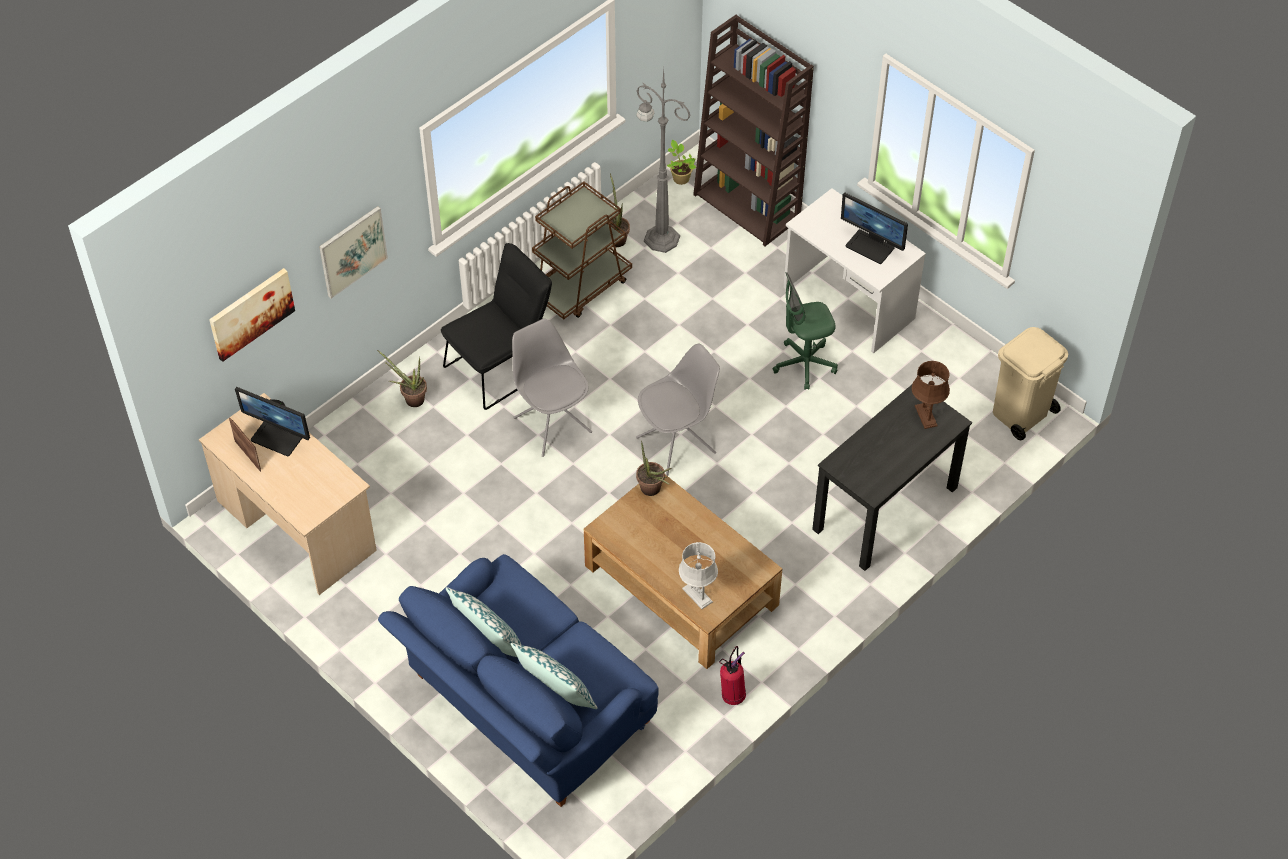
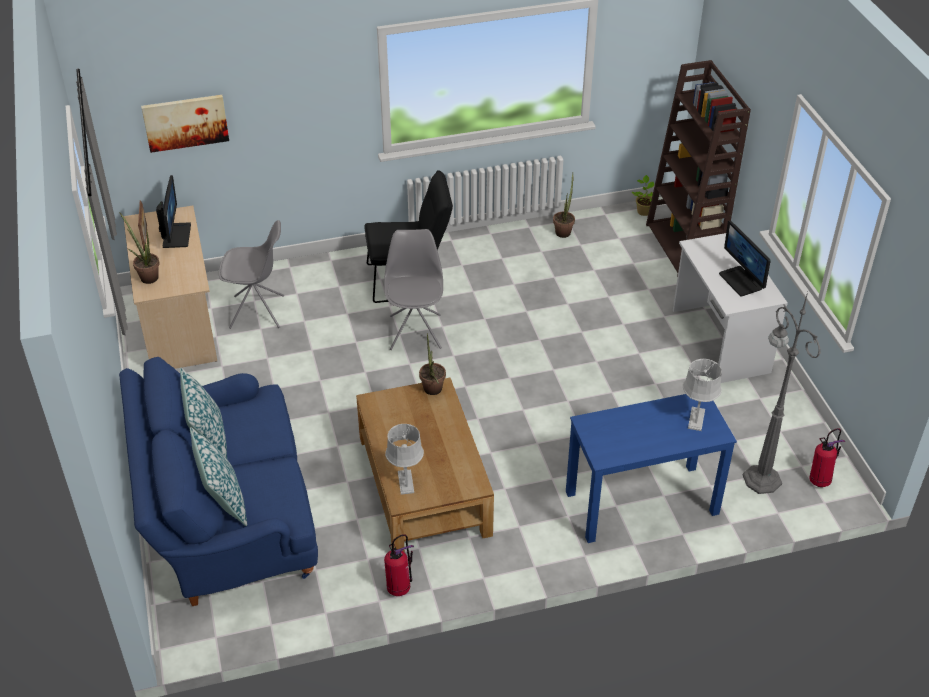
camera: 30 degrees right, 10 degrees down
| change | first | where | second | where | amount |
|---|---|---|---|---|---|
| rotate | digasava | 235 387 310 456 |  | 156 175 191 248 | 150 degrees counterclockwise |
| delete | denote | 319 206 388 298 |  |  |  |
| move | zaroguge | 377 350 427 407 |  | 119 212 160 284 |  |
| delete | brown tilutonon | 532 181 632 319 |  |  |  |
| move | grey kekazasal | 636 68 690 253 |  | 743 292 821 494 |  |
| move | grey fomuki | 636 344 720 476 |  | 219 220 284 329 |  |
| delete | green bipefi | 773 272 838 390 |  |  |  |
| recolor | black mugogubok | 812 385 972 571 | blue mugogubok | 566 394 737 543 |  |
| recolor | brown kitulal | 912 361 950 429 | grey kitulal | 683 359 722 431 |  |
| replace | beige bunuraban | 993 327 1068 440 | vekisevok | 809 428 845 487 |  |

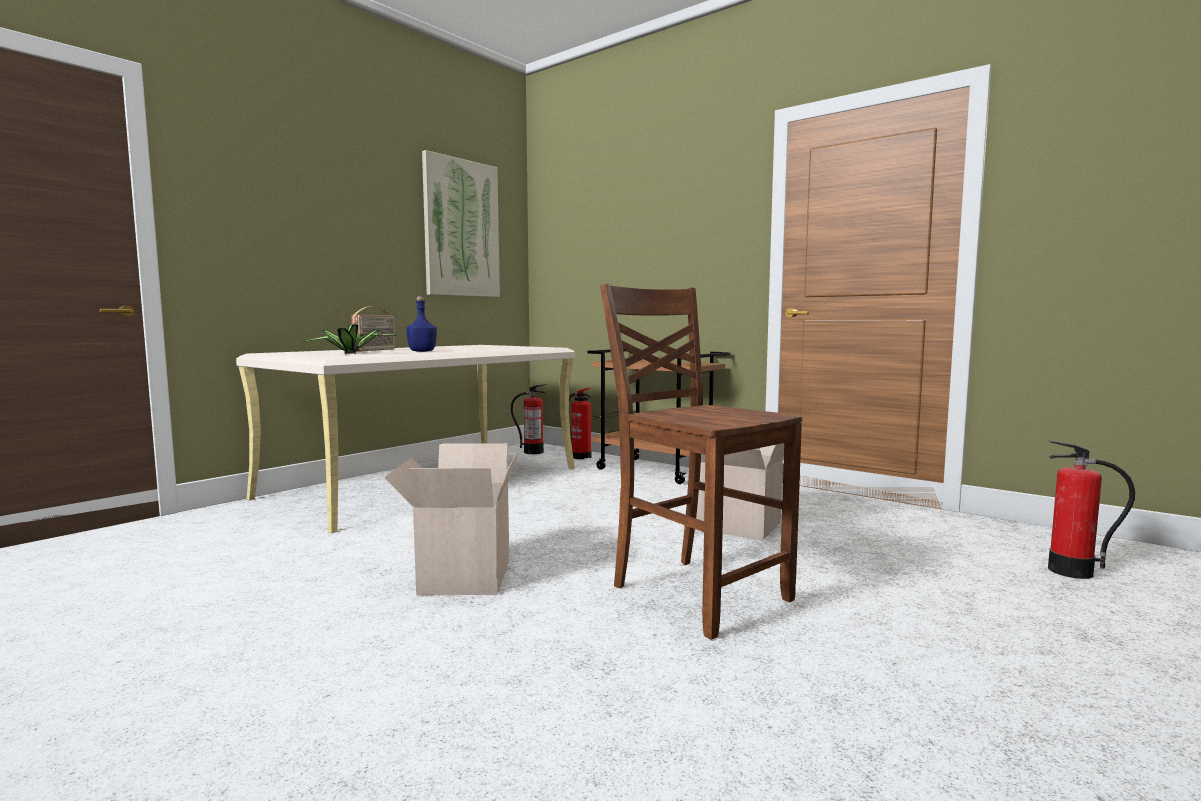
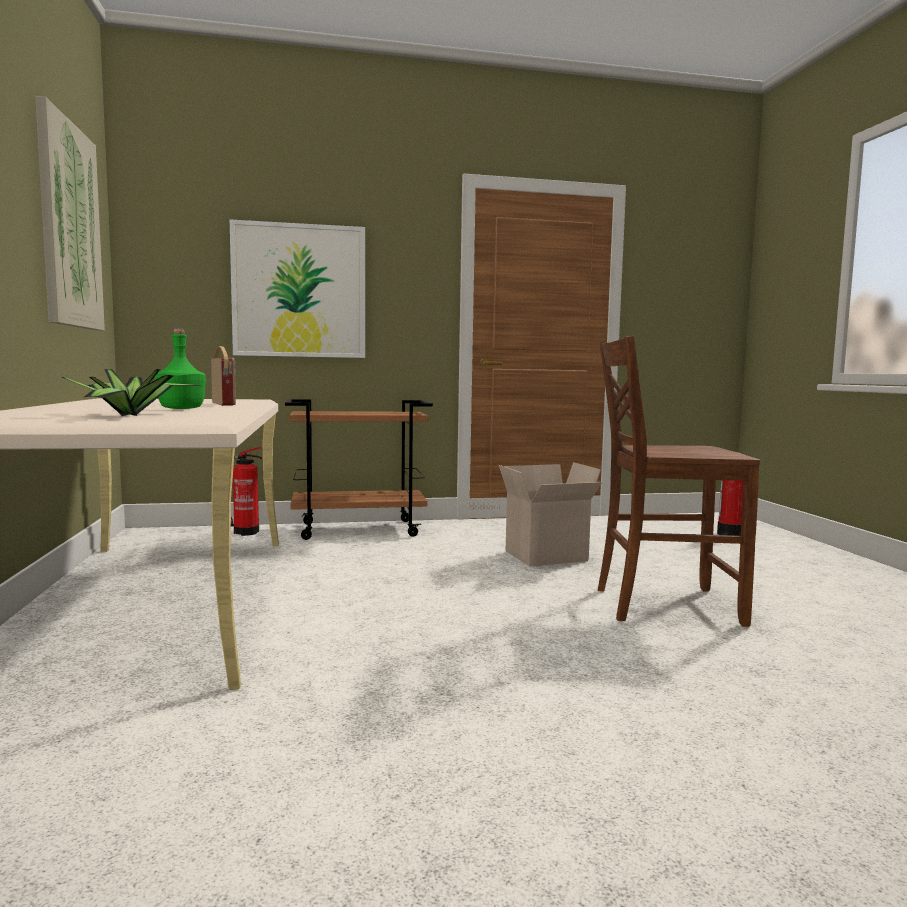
camera: 50 degrees left, 0 degrees up
| change | first | where | second | where | amount |
|---|---|---|---|---|---|
| move | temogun | 351 306 395 351 |  | 211 346 236 406 |  |
| delete | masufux | 384 443 519 595 |  |  |  |
| recolor | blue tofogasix | 406 296 437 352 | green tofogasix | 155 328 206 409 |  |
| delete | vekisevok | 511 384 547 454 |  |  |  |
| insert |  |  | denote | 230 220 365 358 |  |

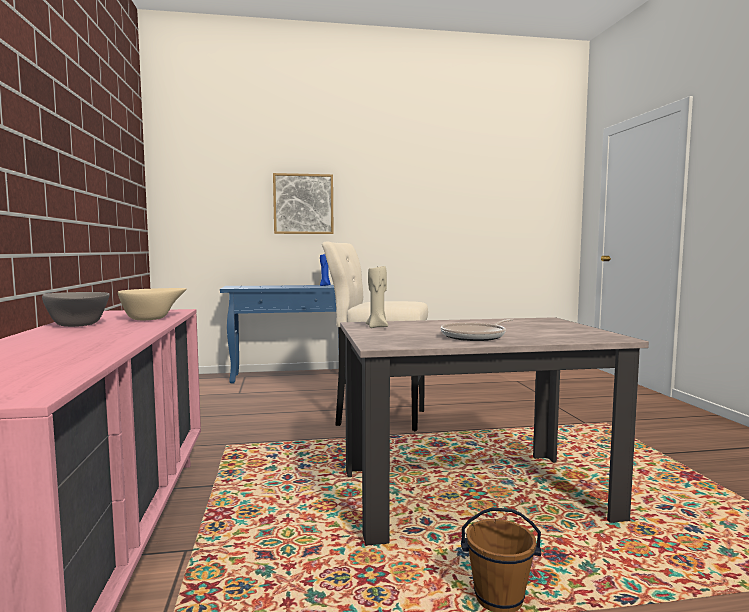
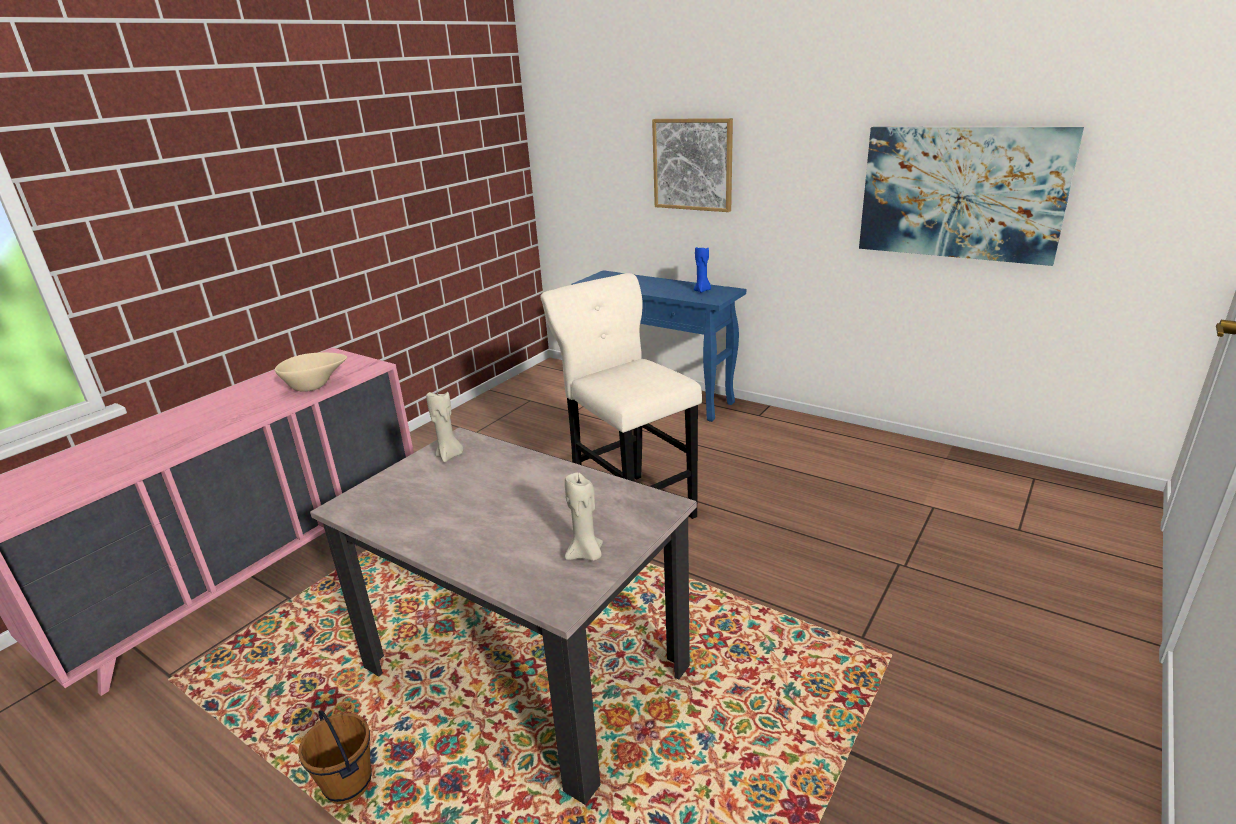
camera: 45 degrees right, 20 degrees up
| change | first | where | second | where | amount |
|---|---|---|---|---|---|
| delete | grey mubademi | 42 292 109 327 |  |  |  |
| delete | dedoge | 441 319 512 341 |  |  |  |
| insert |  |  | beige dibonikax | 565 472 603 561 |  |
| insert |  |  | denote | 859 127 1084 266 |  |

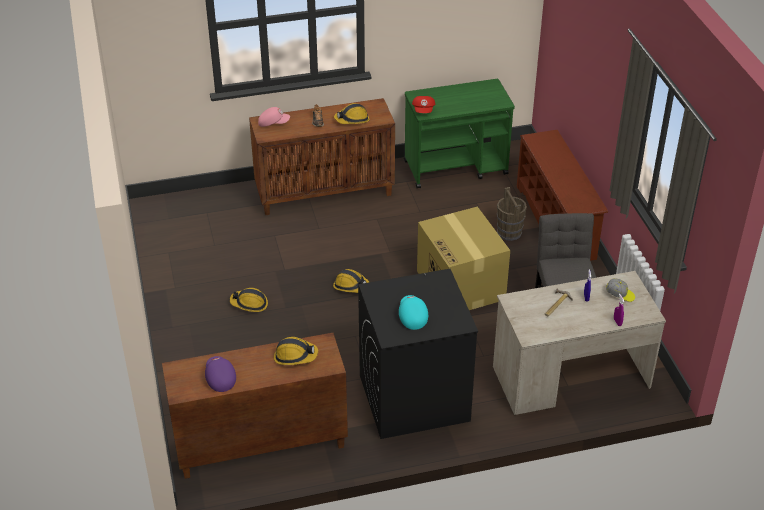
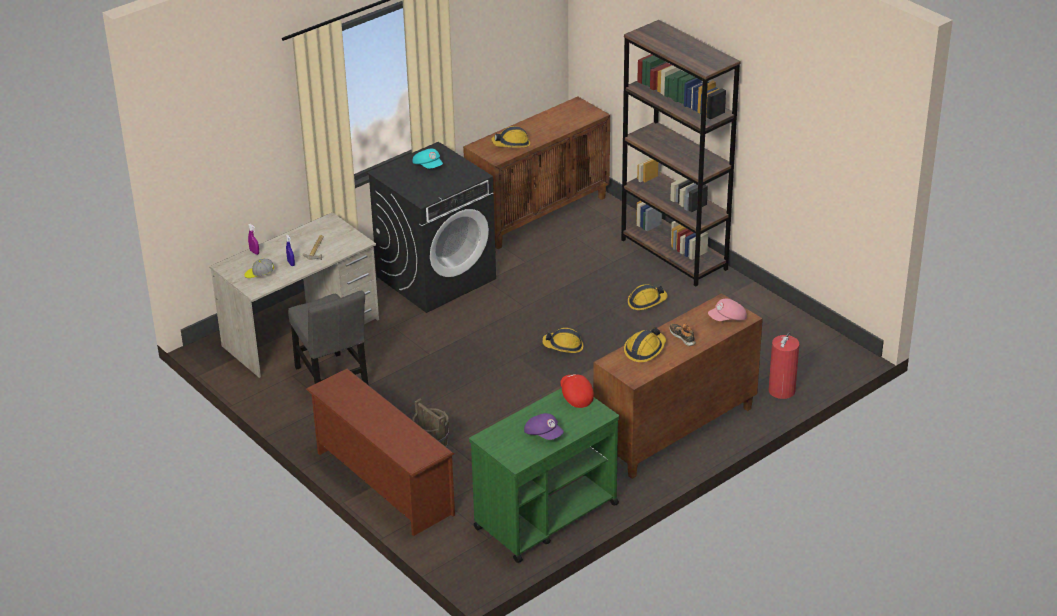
camera: 155 degrees right, 5 degrees down
| change | first | where | second | where | amount |
|---|---|---|---|---|---|
| move | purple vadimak | 205 356 236 392 |  | 524 413 564 440 |  |
| delete | masufux | 417 206 510 310 |  |  |  |
| insert |  |  | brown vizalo | 621 20 741 287 |  |
| insert |  |  | vekisevok | 769 332 799 399 |  |

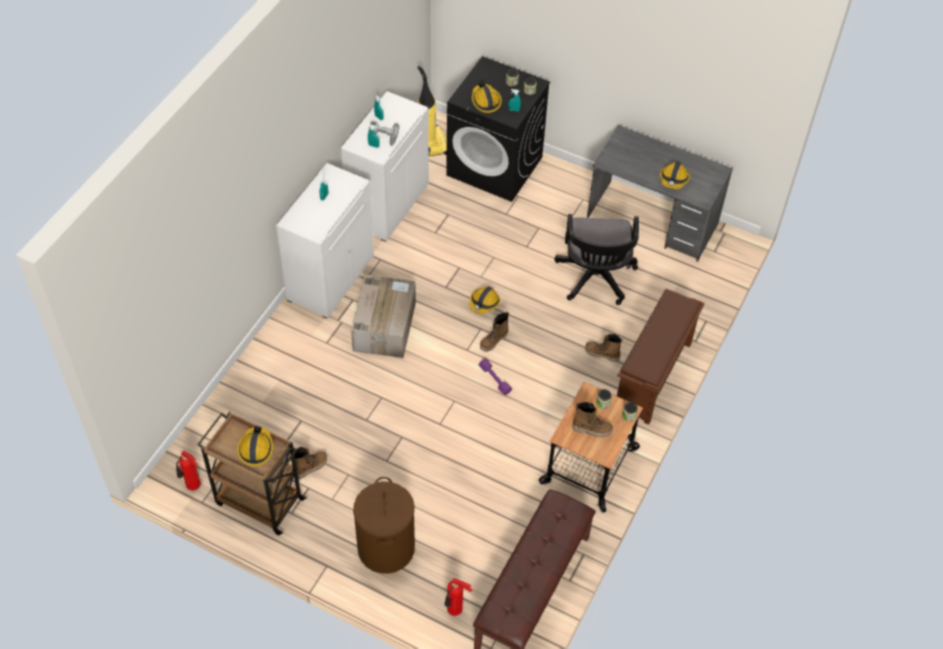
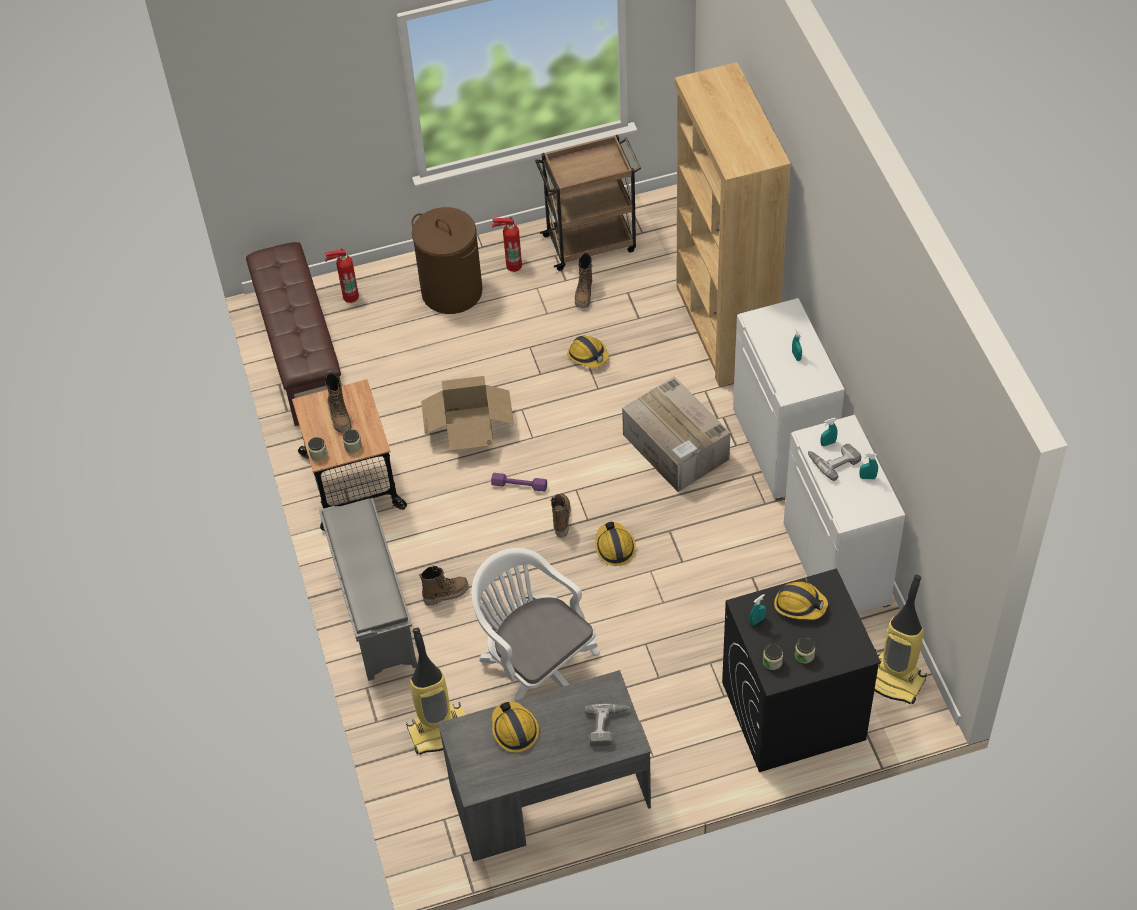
camera: 140 degrees right, 0 degrees up
| change | first | where | second | where | amount |
|---|---|---|---|---|---|
| move | vekisevok | 176 451 201 490 |  | 492 217 522 272 |  |
| move | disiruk | 237 426 273 466 |  | 567 335 609 368 |  |
| recolor | black bipefi | 554 214 639 305 | white bipefi | 472 548 600 701 |  |
| rotate | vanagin | 572 402 613 437 |  | 325 371 351 432 | 75 degrees counterclockwise |
| recolor | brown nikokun | 617 289 704 425 | grey nikokun | 319 498 417 681 |  |
| insert |  |  | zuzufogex | 406 627 465 755 |  |
| insert |  |  | masufux | 421 376 514 451 |  |
| insert |  |  | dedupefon | 585 704 630 746 |  |
| insert |  |  | brown vizalo | 675 62 791 387 |  |

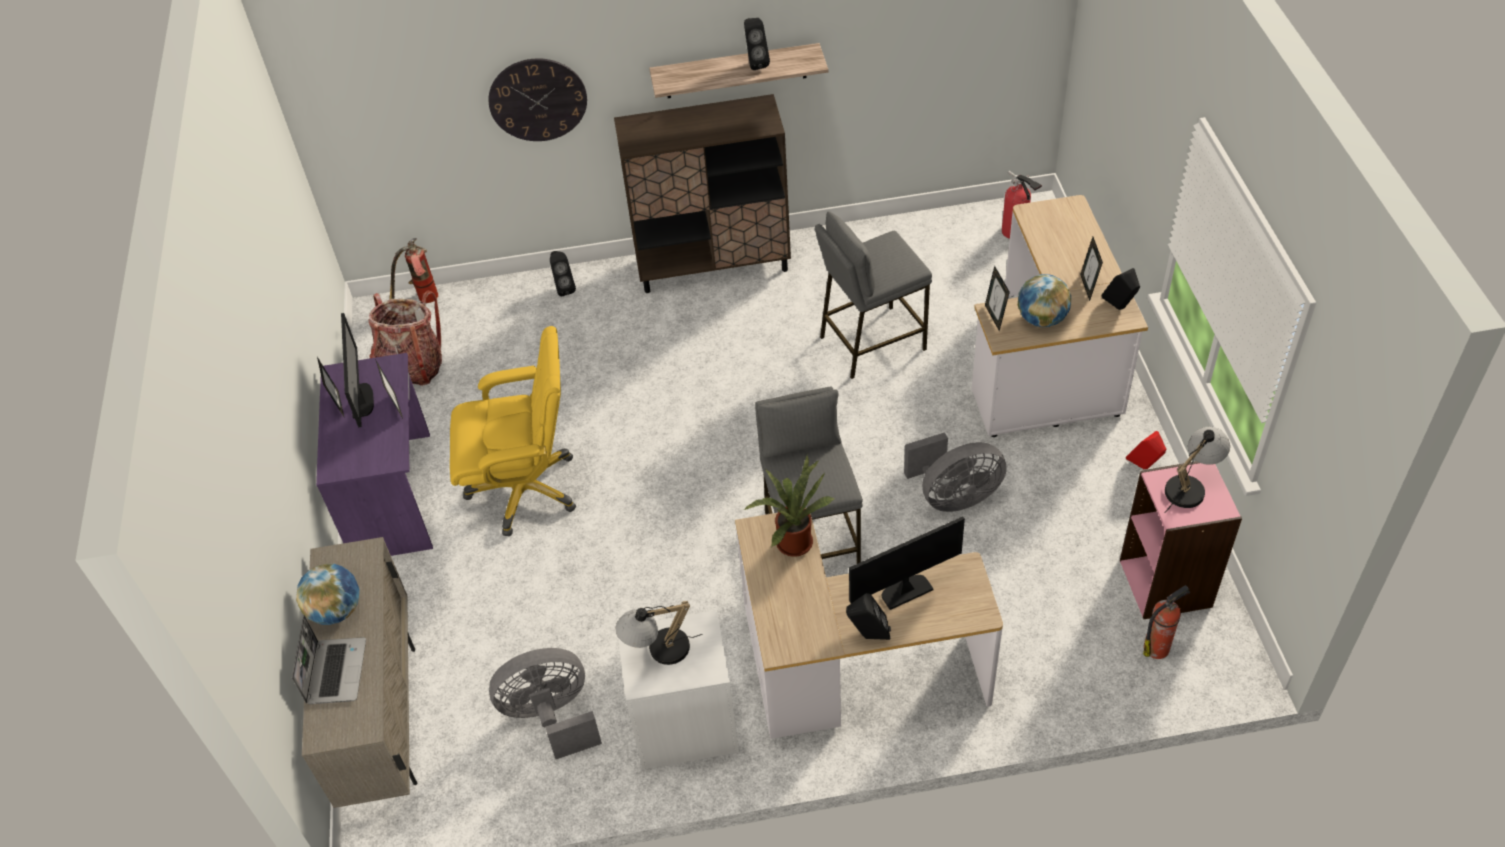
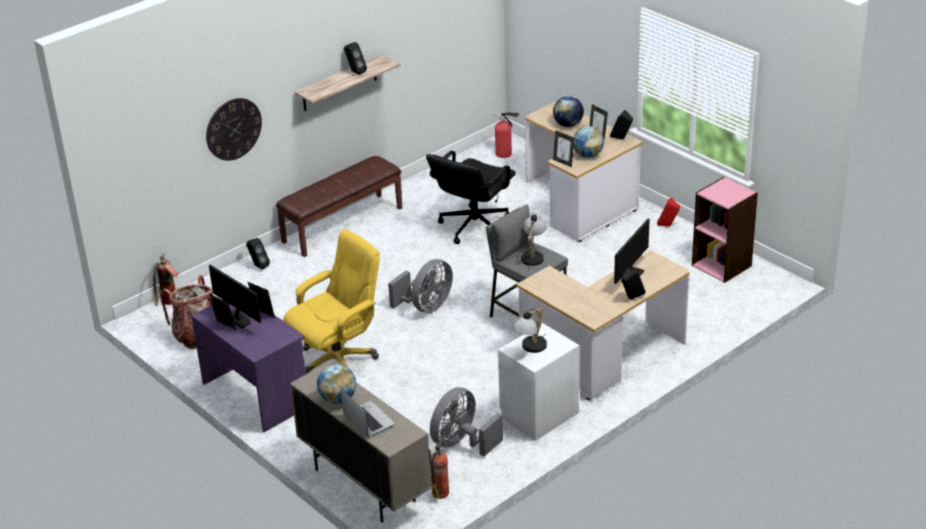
camera: 35 degrees left, 15 degrees down
| change | first | where | second | where | amount |
|---|---|---|---|---|---|
| replace | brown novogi | 614 94 791 293 | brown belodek | 276 156 402 257 |  |
| delete | zaroguge | 744 456 835 557 |  |  |  |
| replace | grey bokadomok | 815 212 932 379 | black bipefi | 426 151 516 244 |  |
| move | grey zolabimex | 904 432 1007 512 |  | 388 259 453 313 |  |
| move | vekisevok | 1143 585 1190 659 |  | 430 435 449 499 |  |
| move | kitulal | 1164 427 1230 513 |  | 521 215 547 269 |  |
| insert |  |  | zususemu | 553 96 584 127 |  |

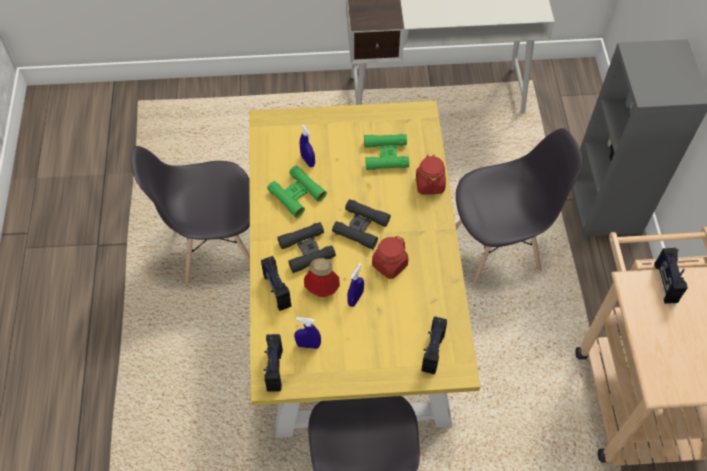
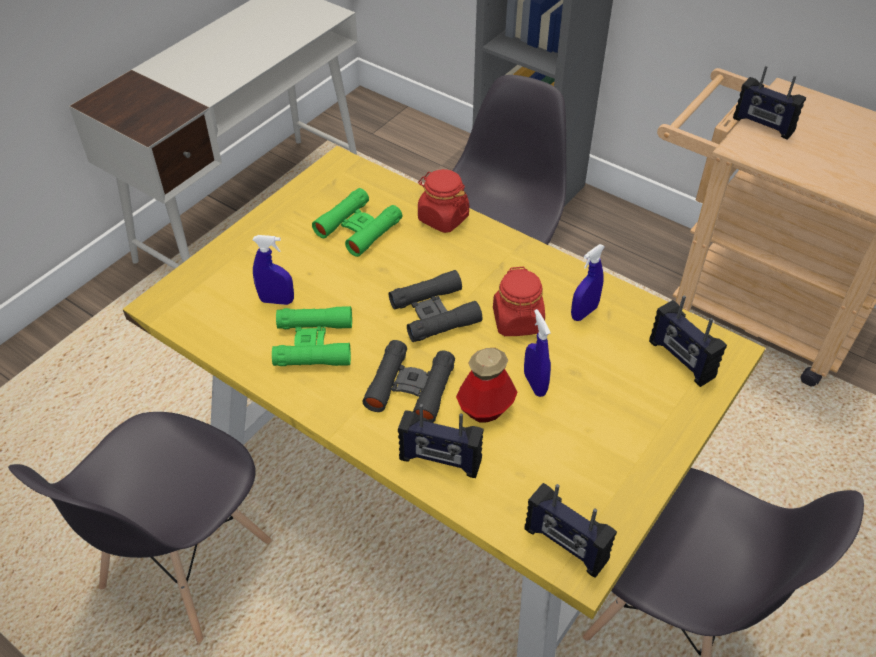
camera: 50 degrees left, 10 degrees down
| change | first | where | second | where | amount |
|---|---|---|---|---|---|
| move | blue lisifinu | 294 317 321 349 |  | 571 244 605 321 |  |

